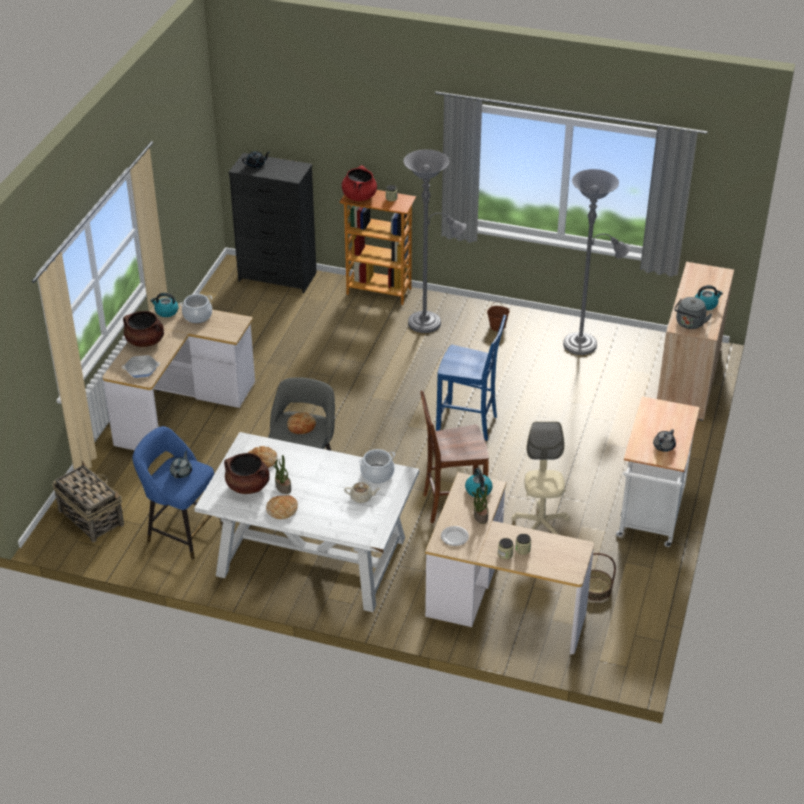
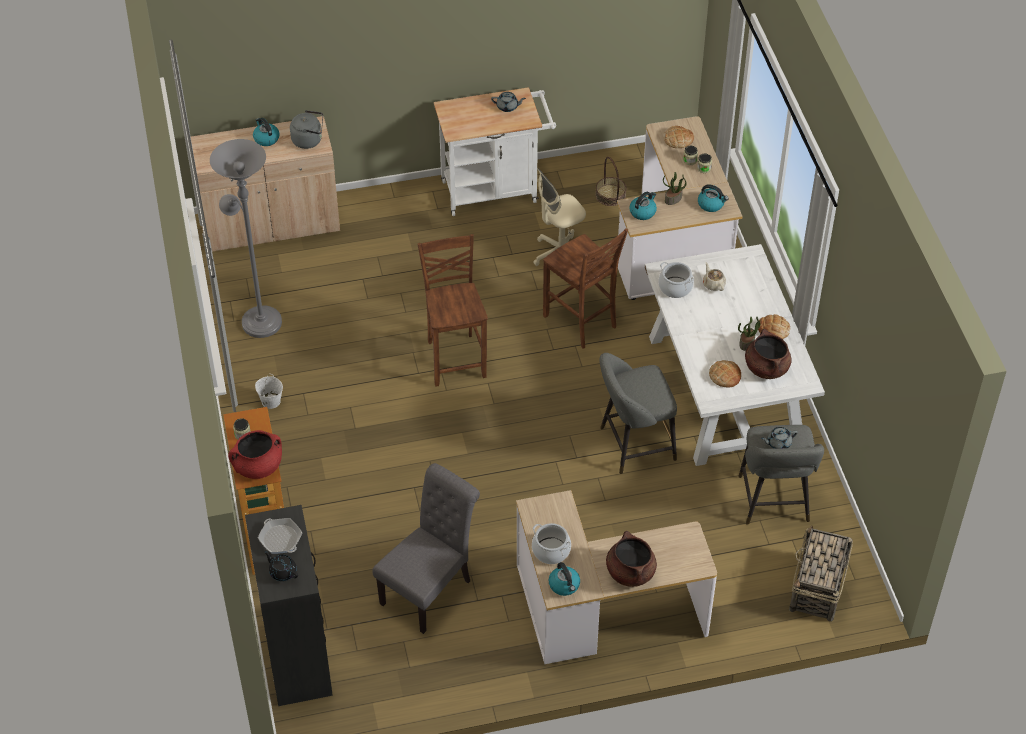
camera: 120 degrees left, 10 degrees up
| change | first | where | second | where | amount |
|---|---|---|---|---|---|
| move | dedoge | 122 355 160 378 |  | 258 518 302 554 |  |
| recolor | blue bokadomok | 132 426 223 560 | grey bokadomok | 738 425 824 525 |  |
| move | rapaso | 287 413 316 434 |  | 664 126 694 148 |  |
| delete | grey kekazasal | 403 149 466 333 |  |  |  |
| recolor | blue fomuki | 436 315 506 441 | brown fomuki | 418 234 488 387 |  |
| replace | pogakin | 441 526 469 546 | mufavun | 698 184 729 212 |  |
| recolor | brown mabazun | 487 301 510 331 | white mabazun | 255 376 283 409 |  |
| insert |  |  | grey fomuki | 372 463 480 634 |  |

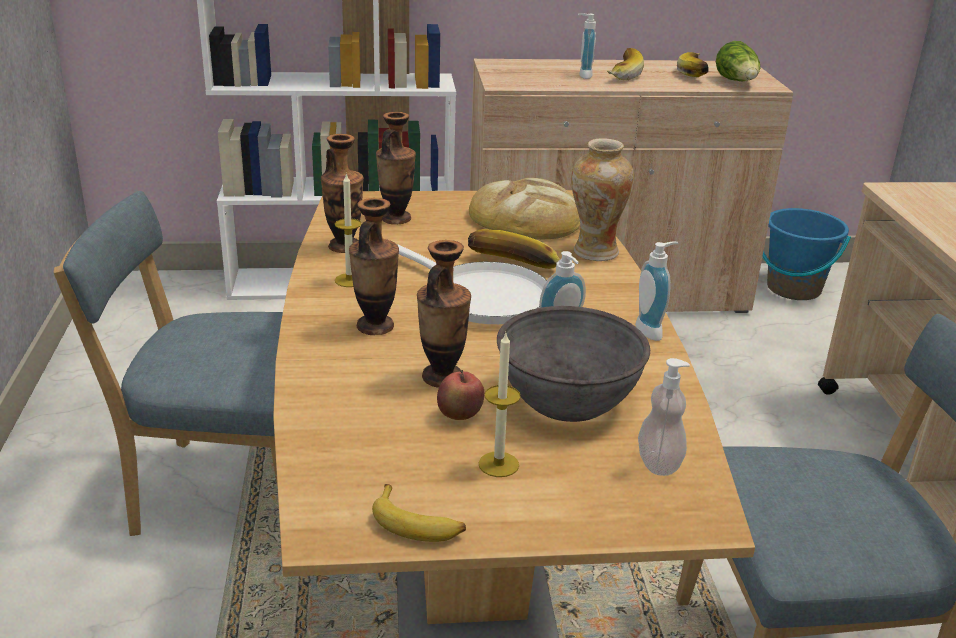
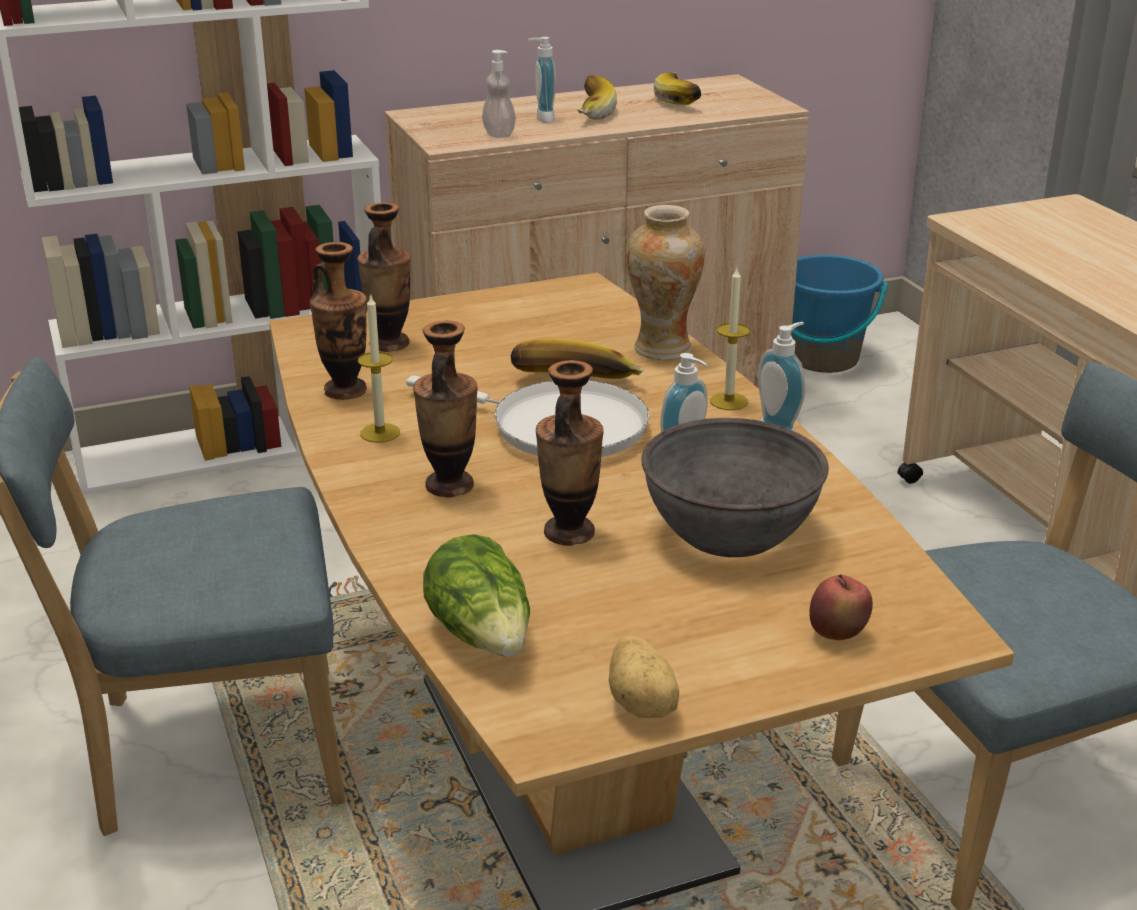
camera: 15 degrees left, 0 degrees up
| change | first | where | second | where | amount |
|---|---|---|---|---|---|
| replace | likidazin | 372 484 466 542 | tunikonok | 608 635 679 718 |  |
| move | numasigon | 437 370 484 420 |  | 809 574 873 640 |  |
| delete | rapaso | 469 178 580 240 |  |  |  |
| move | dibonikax | 478 333 521 477 |  | 710 268 750 410 |  |
| move | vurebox | 638 358 690 476 |  | 482 50 516 138 |  |
| move | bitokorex | 716 41 760 81 |  | 423 534 530 657 |  |

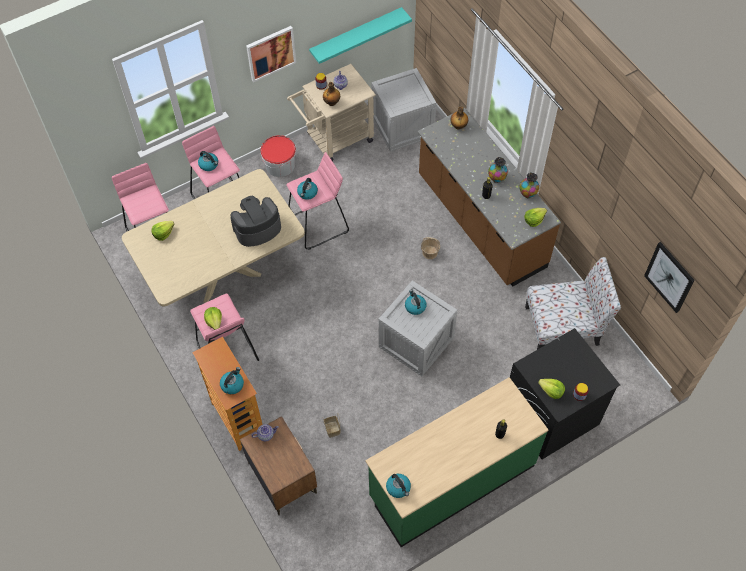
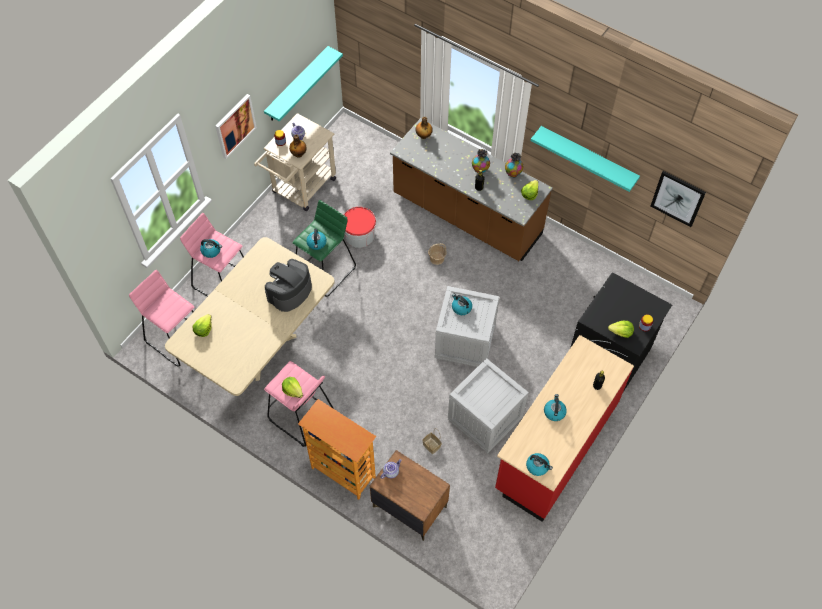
camera: 25 degrees left, 0 degrees up
| change | first | where | second | where | amount |
|---|---|---|---|---|---|
| move | mufavun | 220 367 244 394 |  | 544 394 567 421 |  |
| move | mabazun | 261 135 296 177 |  | 344 207 376 248 |  |
| recolor | pink bokadomok | 286 152 349 250 | green bokadomok | 293 200 356 297 |  |
| recolor | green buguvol | 365 377 548 547 | red buguvol | 495 335 634 522 |  |
| move | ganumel | 371 68 436 152 |  | 448 358 529 453 |  |
| delete | fomuki | 525 257 621 350 |  |  |  |
| insert |  |  | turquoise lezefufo | 531 126 640 192 |  |

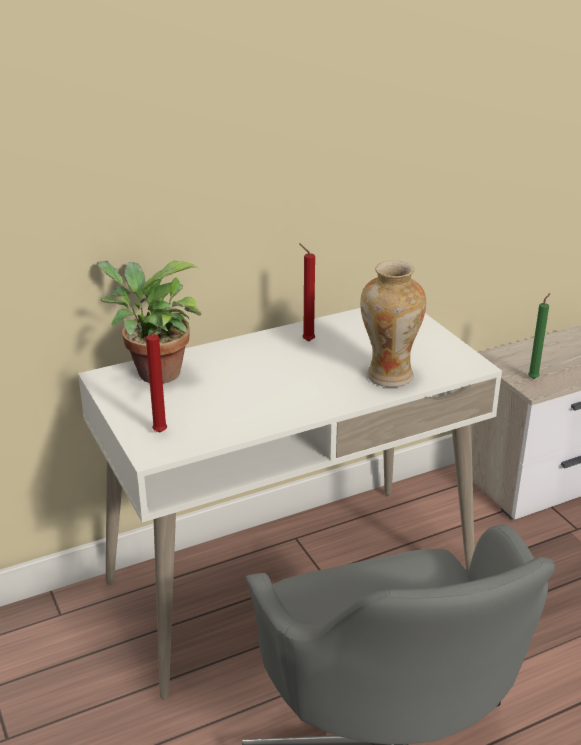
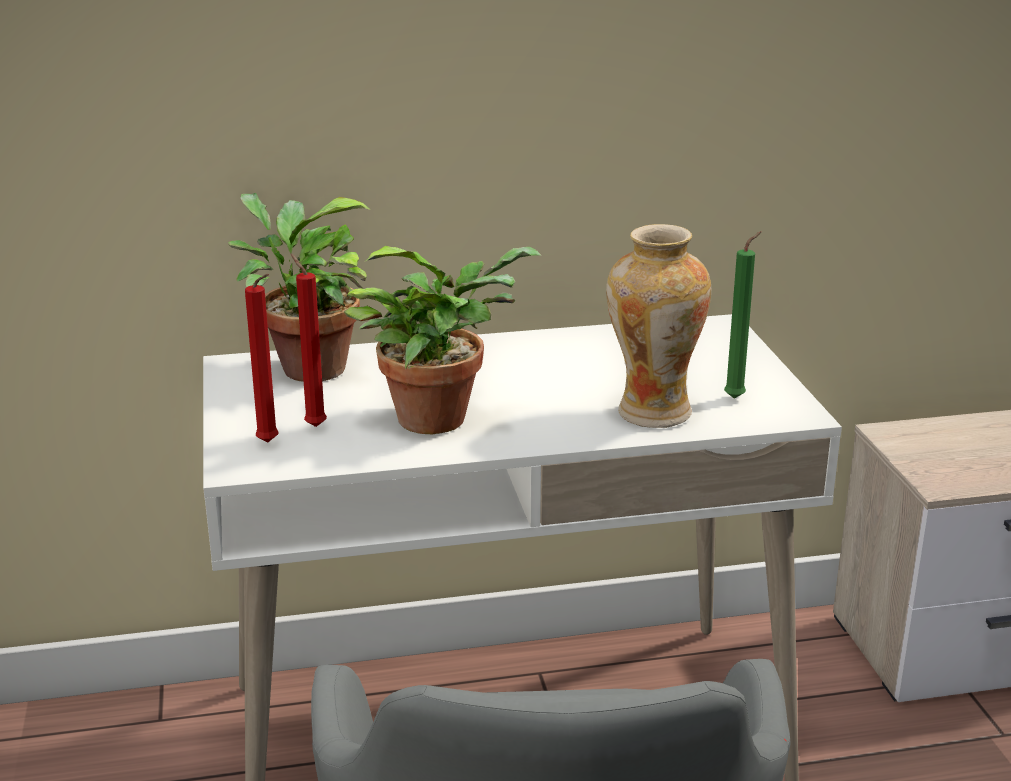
camera: 15 degrees right, 5 degrees down
| change | first | where | second | where | amount |
|---|---|---|---|---|---|
| move | red dibonikax | 299 243 315 341 |  | 291 253 327 427 |  |
| move | green dibonikax | 528 293 550 379 |  | 724 231 761 399 |  |
| insert |  |  | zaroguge | 344 246 542 434 |  |

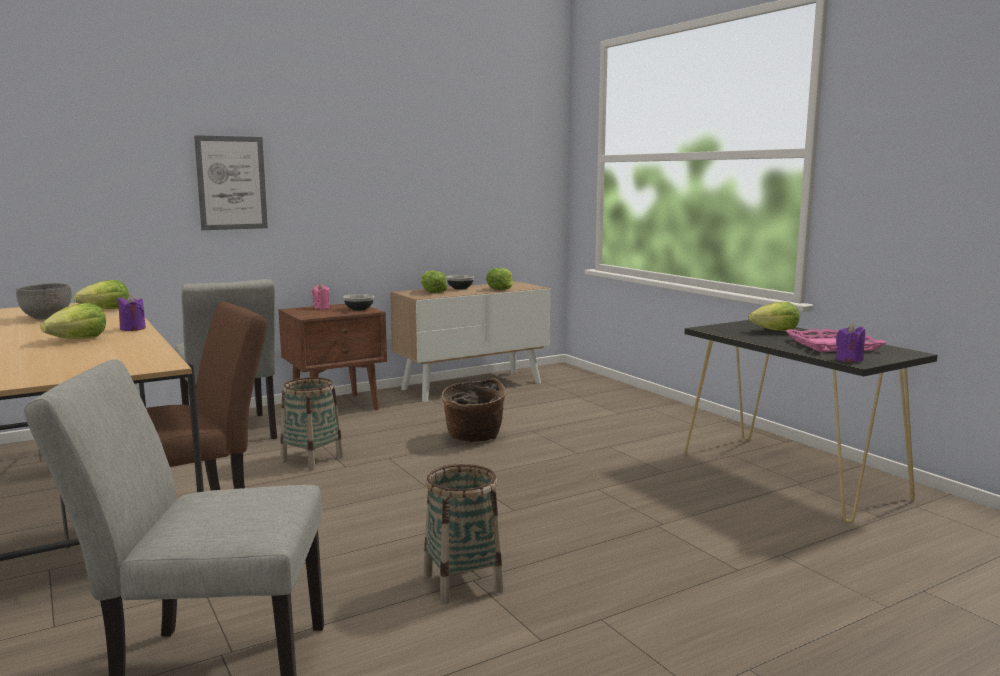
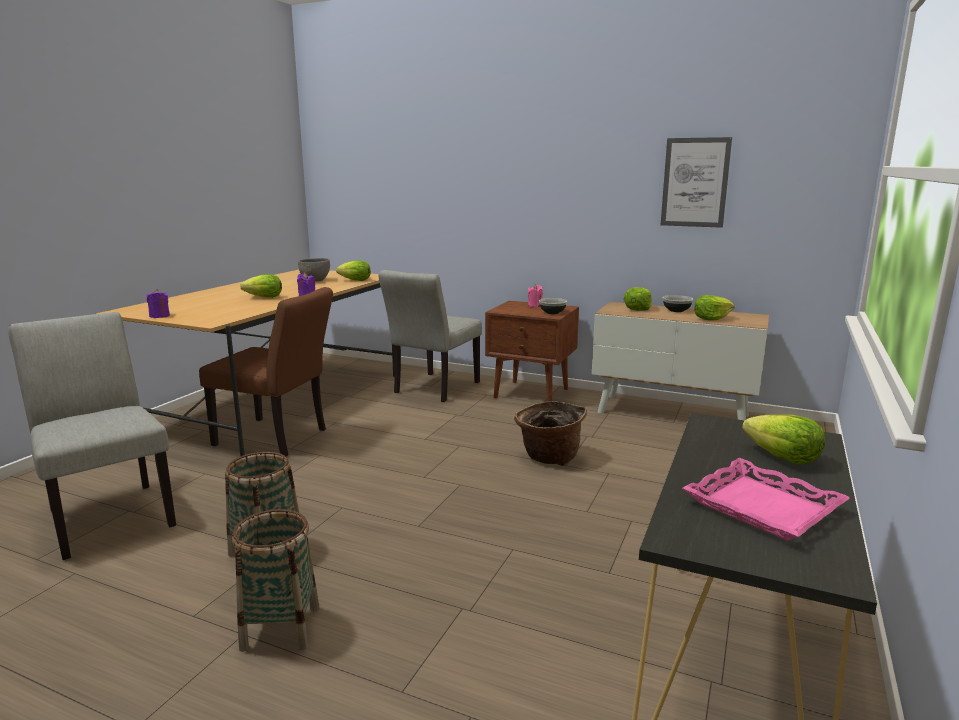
camera: 55 degrees right, 5 degrees up
| change | first | where | second | where | amount |
|---|---|---|---|---|---|
| move | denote | 194 135 268 230 |  | 661 137 732 228 |  |
| move | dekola | 280 377 343 470 |  | 232 509 319 652 |  |
| move | purple dibonikax | 836 324 865 362 |  | 147 289 170 318 |  |

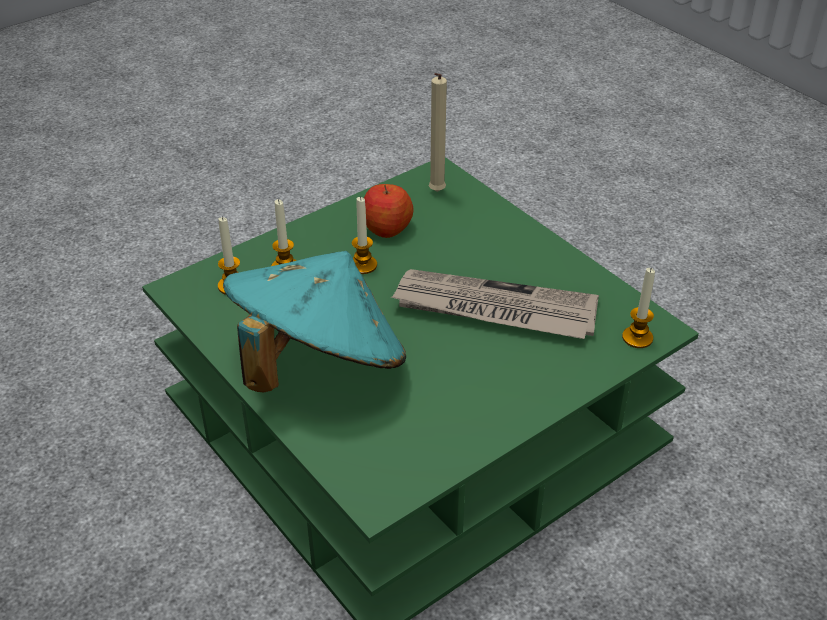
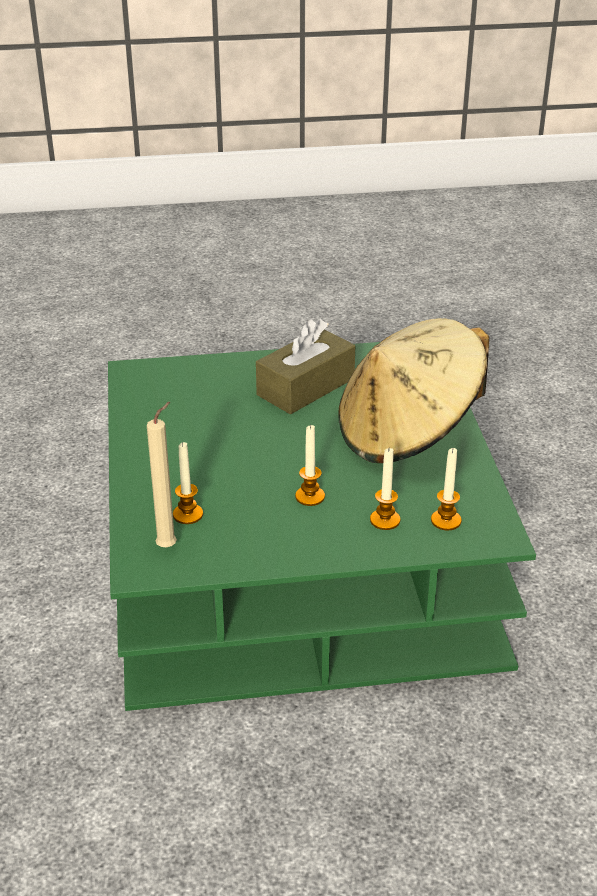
camera: 150 degrees left, 5 degrees down
| change | first | where | second | where | amount |
|---|---|---|---|---|---|
| recolor | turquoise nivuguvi | 223 251 406 392 | beige nivuguvi | 339 318 489 463 |  |
| delete | numasigon | 364 184 414 238 |  |  |  |
| delete | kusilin | 391 269 599 339 |  |  |  |
| move | dibonikax | 622 268 655 348 |  | 173 442 203 524 |  |
| insert |  |  | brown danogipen | 256 319 355 415 |  |

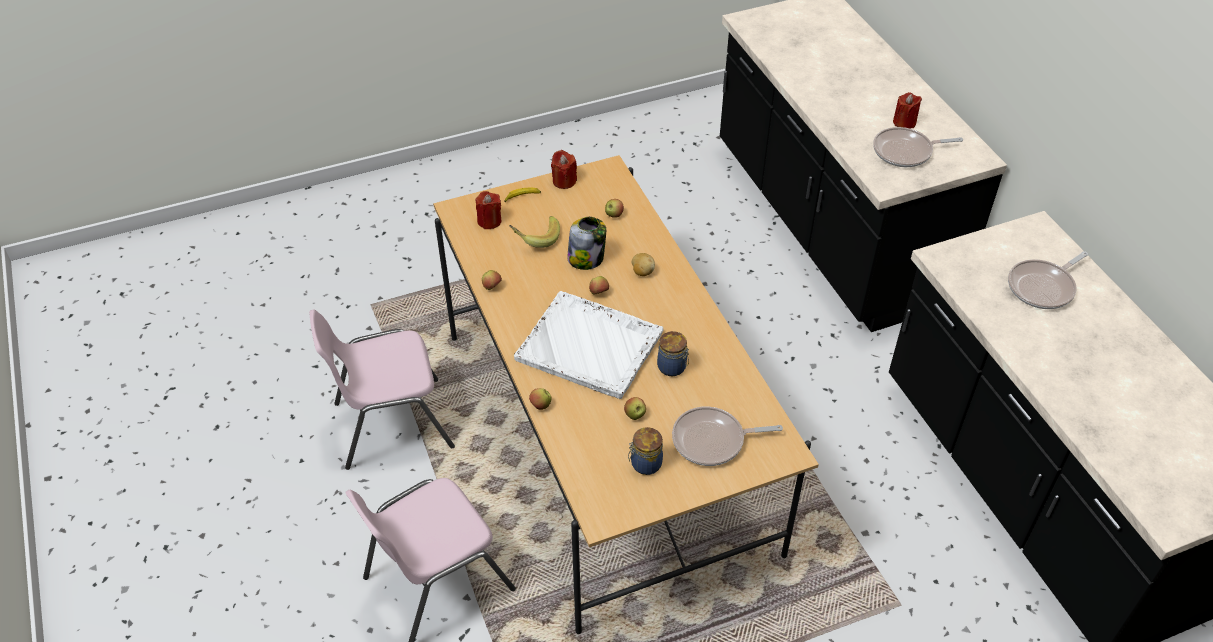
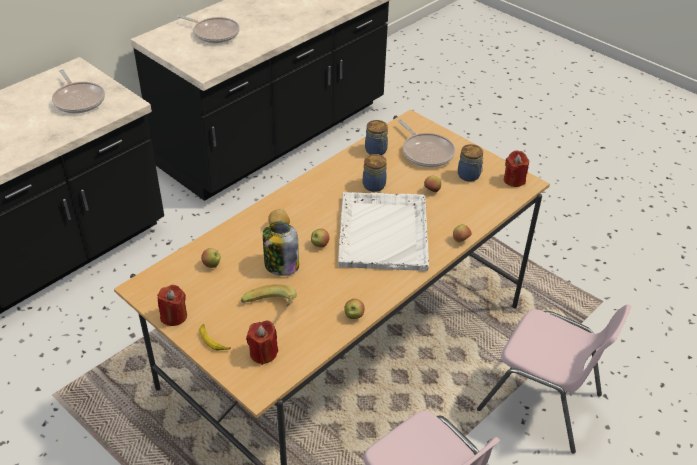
camera: 115 degrees left, 5 degrees down
| change | first | where | second | where | amount |
|---|---|---|---|---|---|
| move | red dibonikax | 893 92 922 128 |  | 504 151 529 187 |  |
| insert |  |  | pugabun | 365 120 388 155 |  |

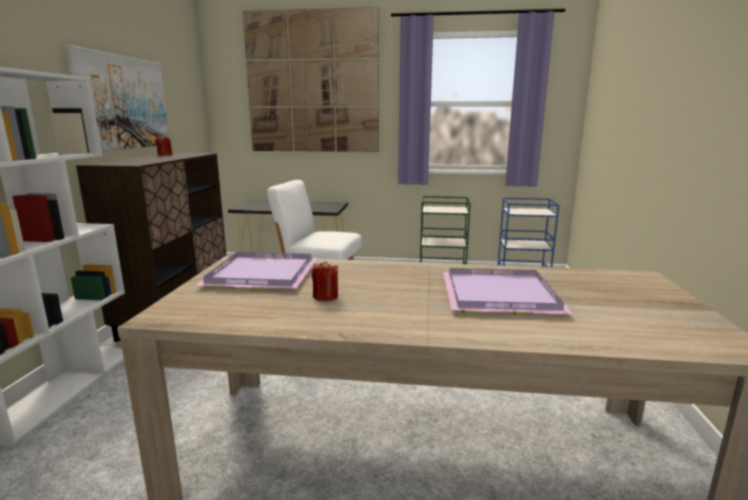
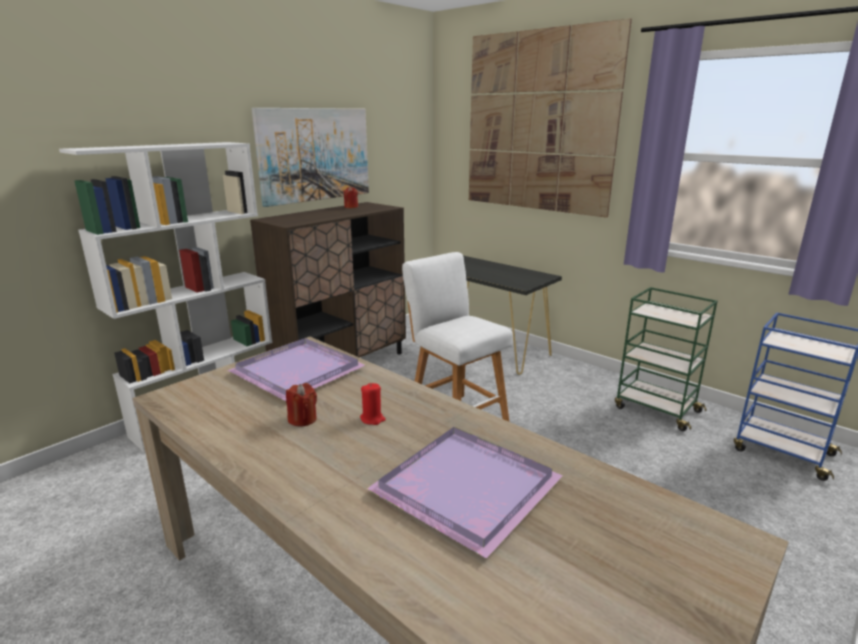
camera: 35 degrees right, 5 degrees up
| change | first | where | second | where | amount |
|---|---|---|---|---|---|
| insert |  |  | red dibonikax | 360 383 386 425 |  |

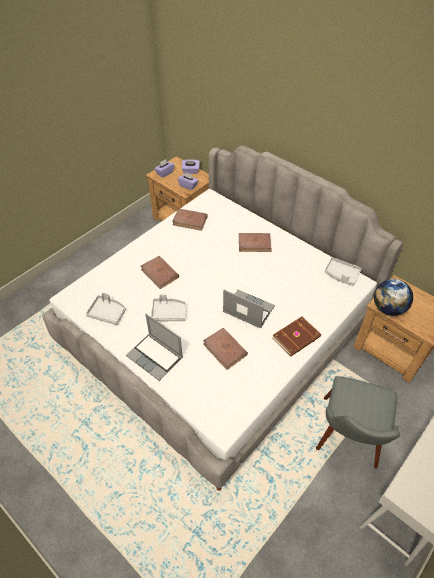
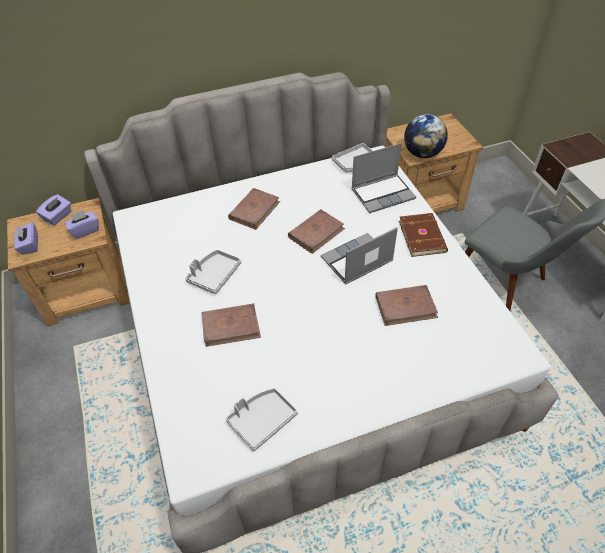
camera: 60 degrees left, 0 degrees up
| change | first | where | second | where | amount |
|---|---|---|---|---|---|
| move | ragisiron | 126 314 183 381 |  | 351 143 416 213 |  |
| move | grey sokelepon | 151 294 186 321 |  | 185 250 241 294 |  |
| move | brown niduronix | 172 208 208 231 |  | 288 209 345 254 |  |

